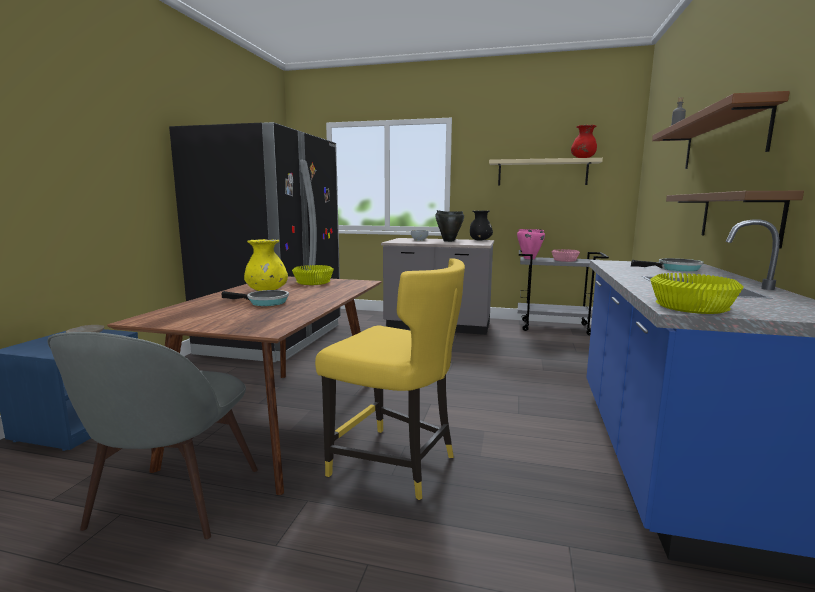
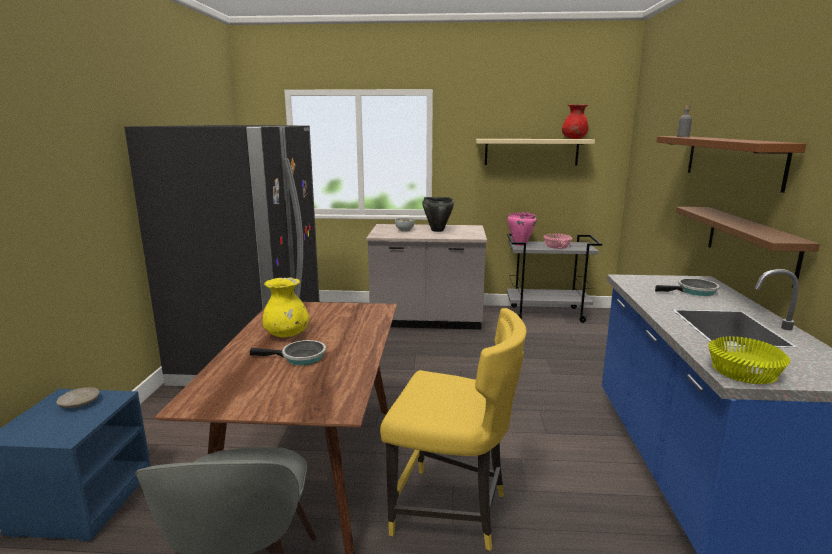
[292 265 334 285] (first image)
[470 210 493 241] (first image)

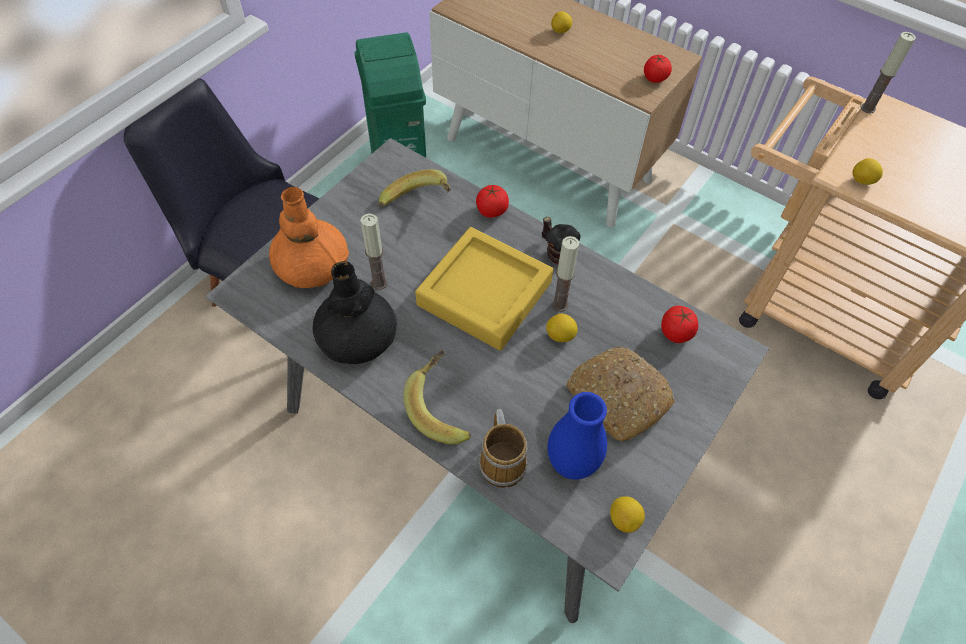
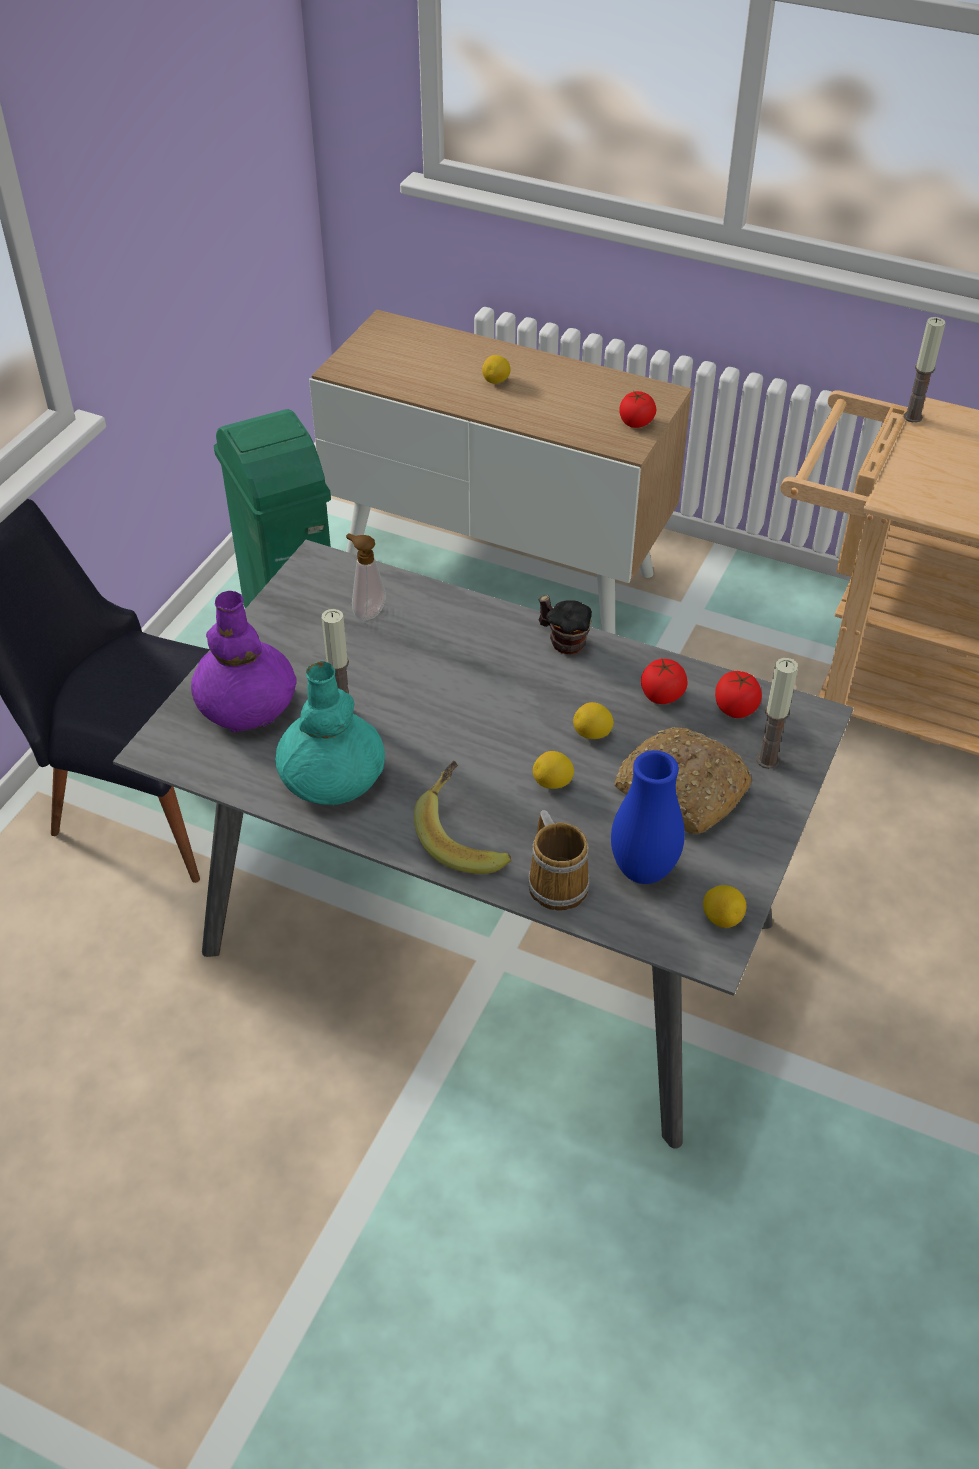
[415 227 553 351] (first image)
[641 659 687 704]
[756 658 798 769]
[533 751 574 789]
[346 533 386 621]
[191 591 297 732]
[275 661 385 806]

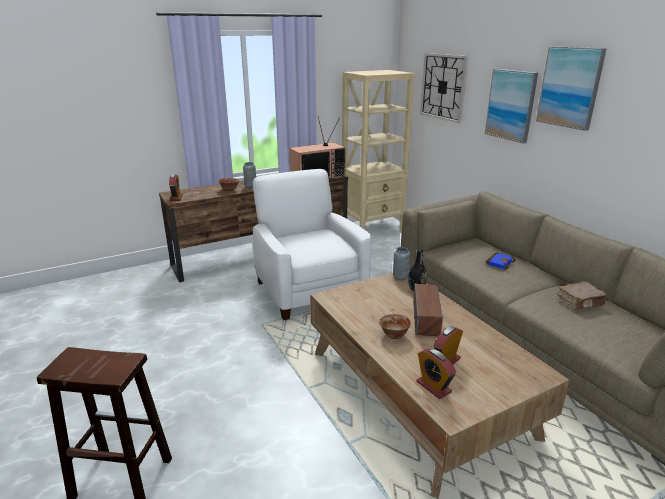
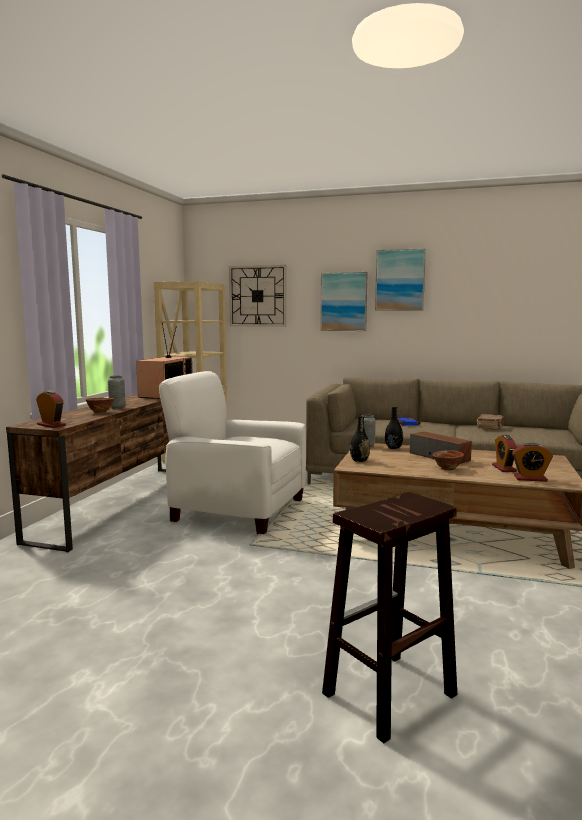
[350 416 370 462]

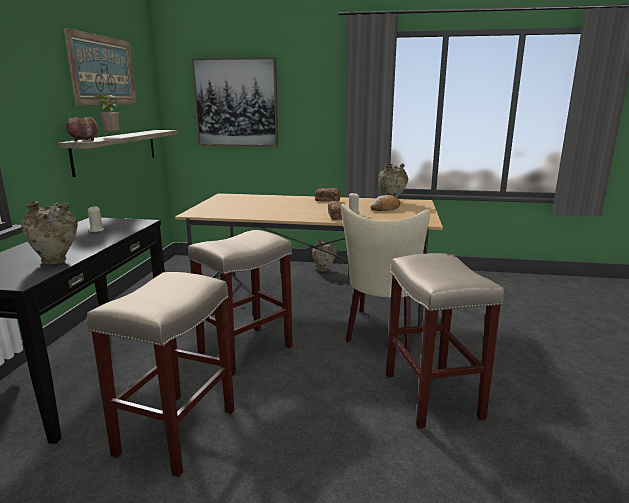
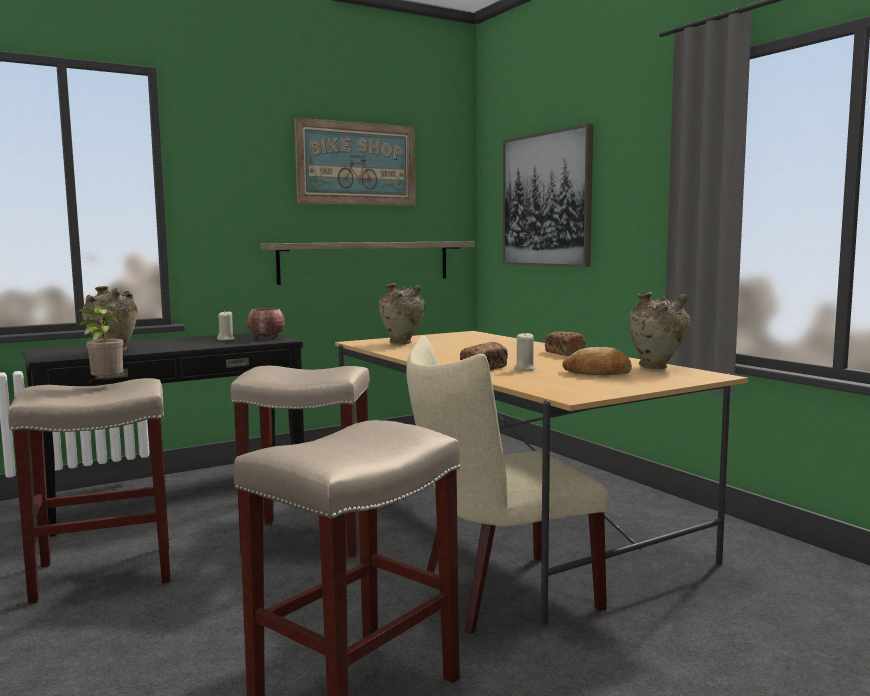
[247 308 285 339]
[77 307 124 383]
[379 283 426 344]

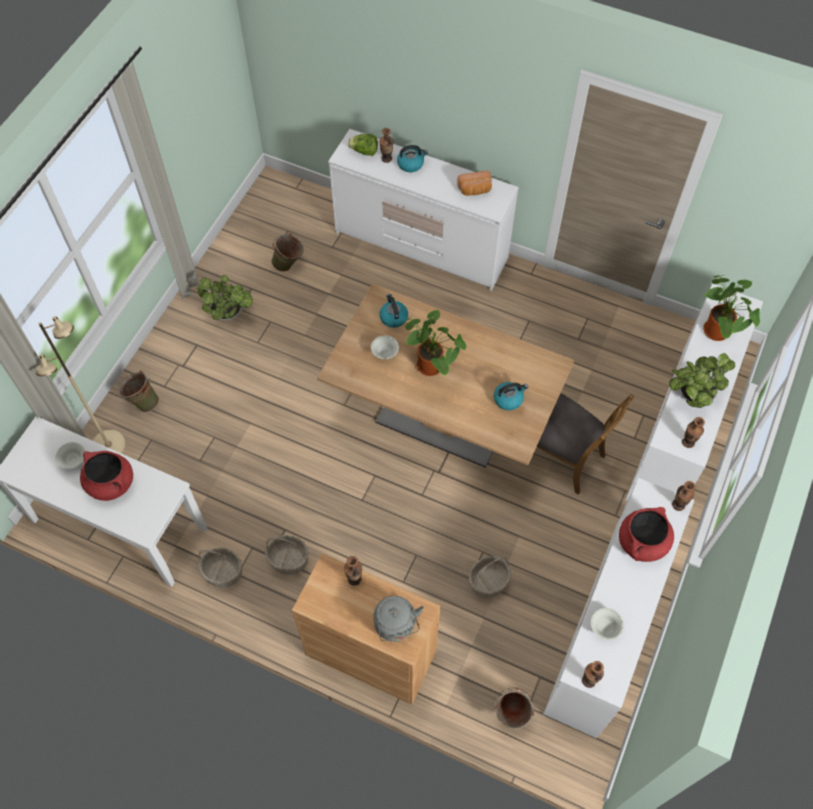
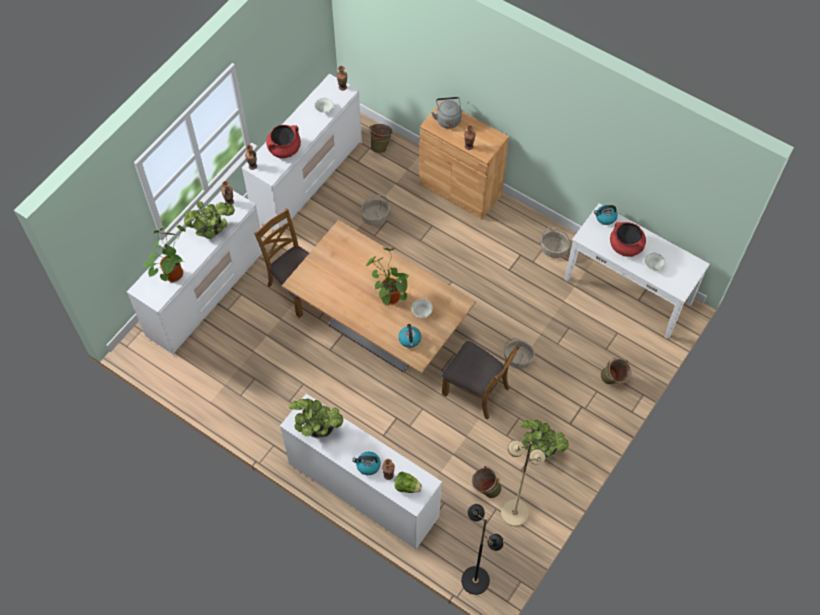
[442 341 521 420]
[461 504 504 595]
[501 440 546 526]
[504 338 535 369]
[594 205 618 225]
[289 399 343 439]

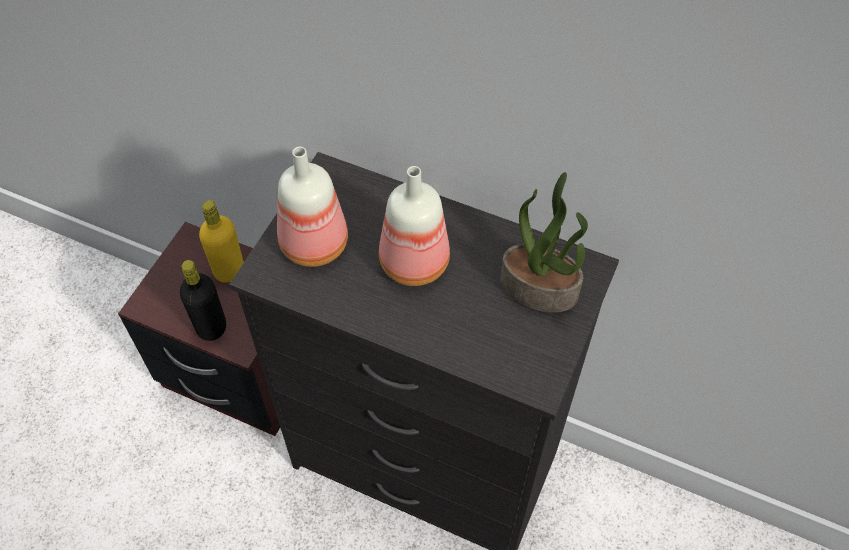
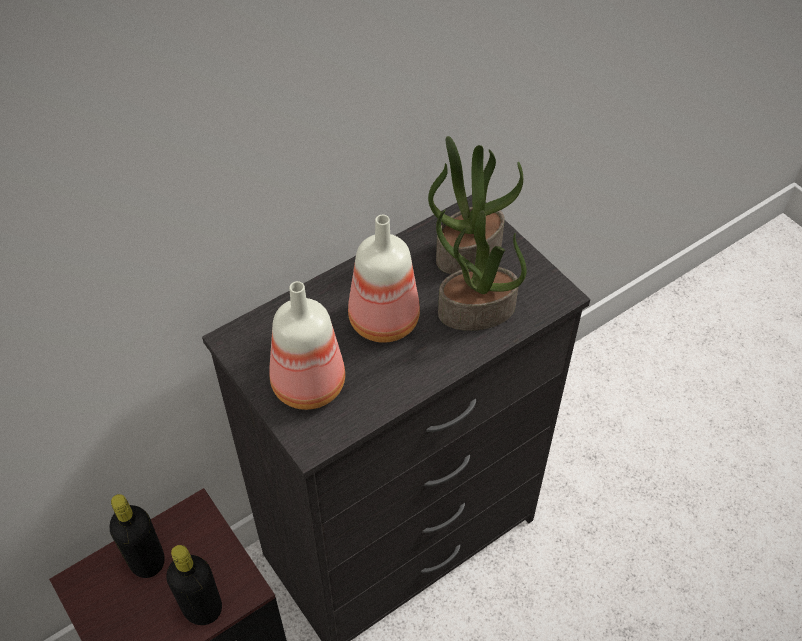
[436 209 527 331]
[110 494 165 578]

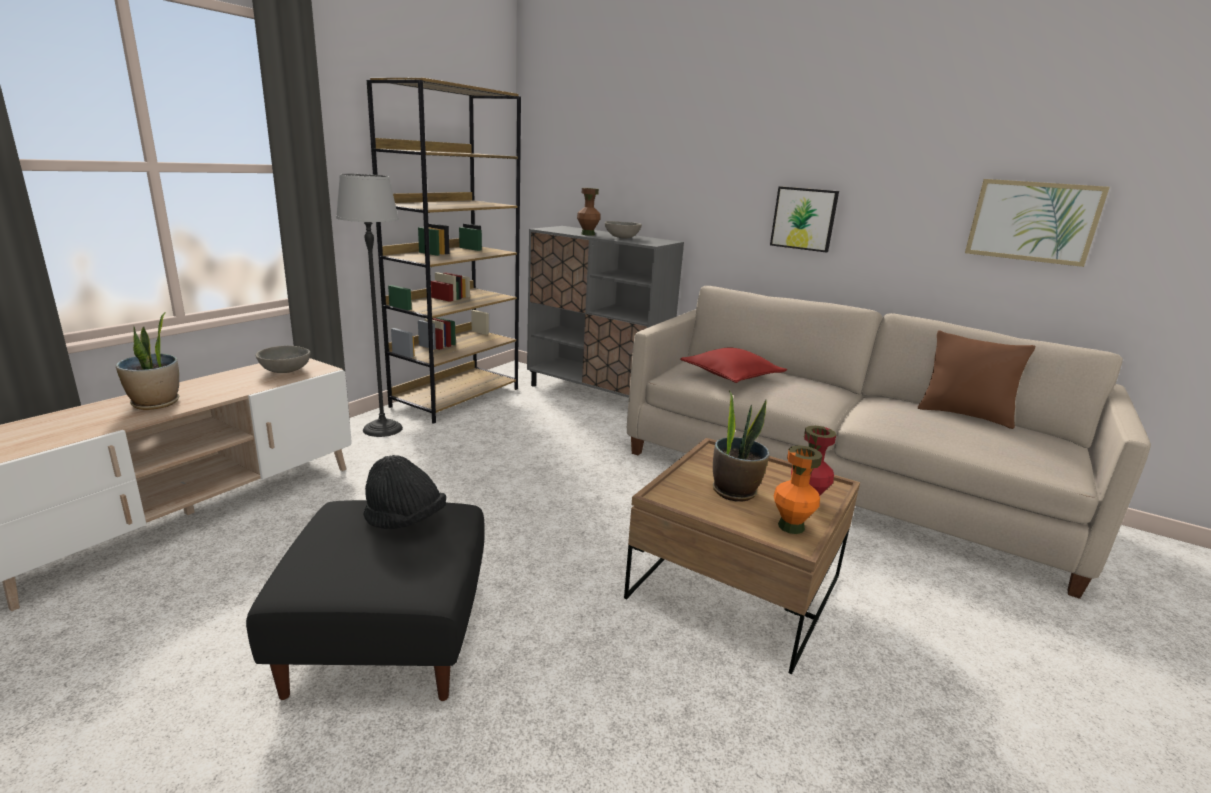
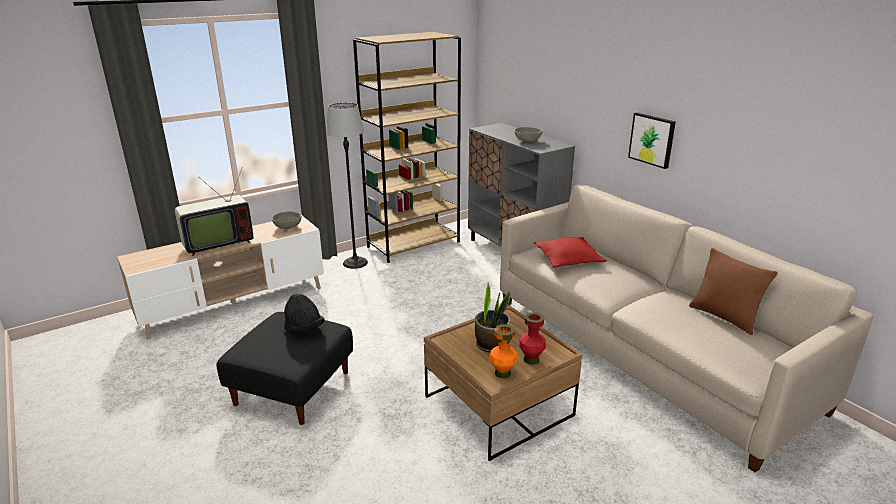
[577 188 601 236] (first image)
[965 179 1110 267] (first image)
[175 169 254 256]

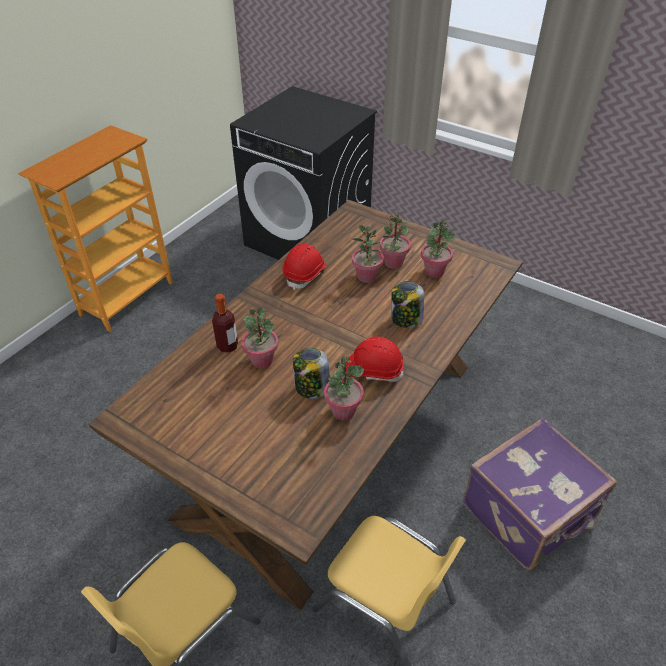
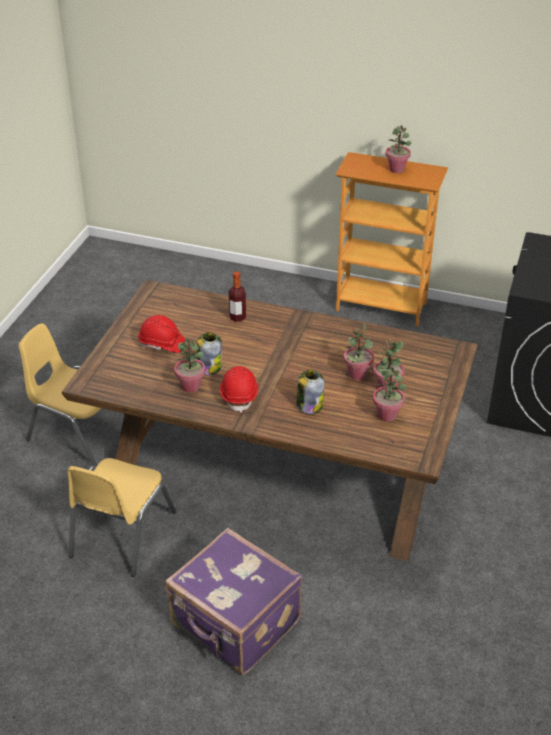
[385 125 412 173]
[138 315 185 353]

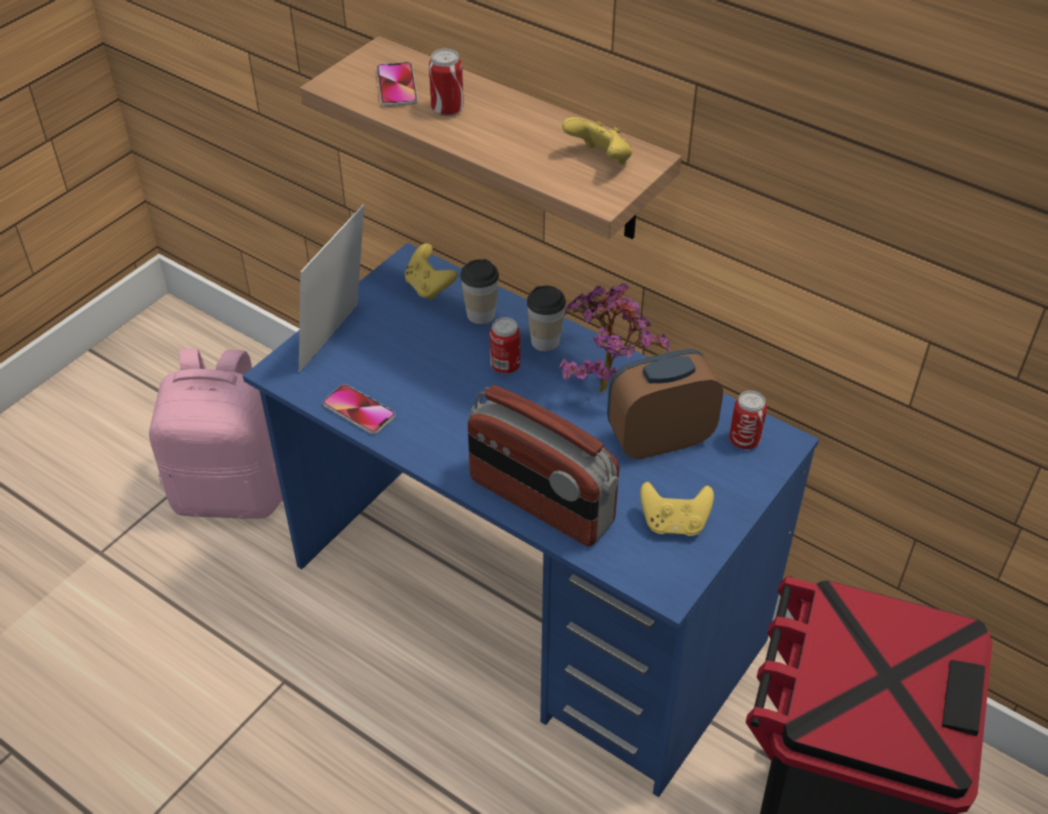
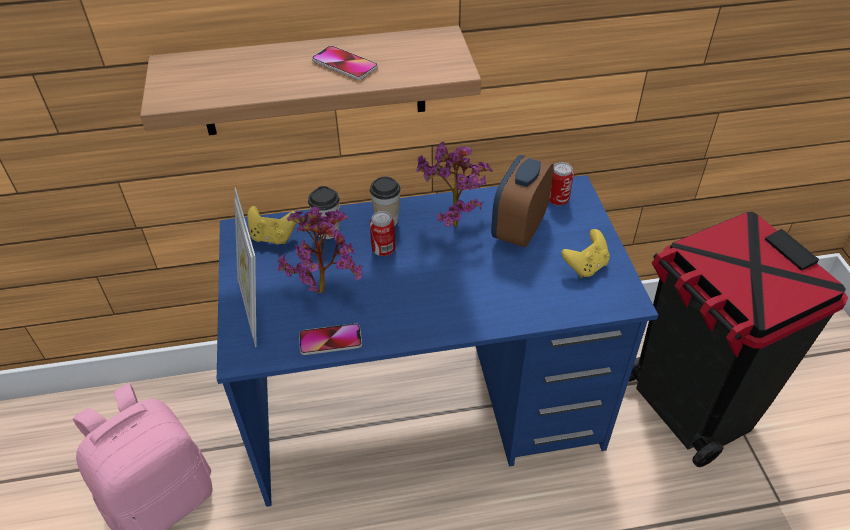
[429 49 464 116] (first image)
[468 385 620 546] (first image)
[562 117 633 164] (first image)
[277 207 364 294]
[312 46 378 80]

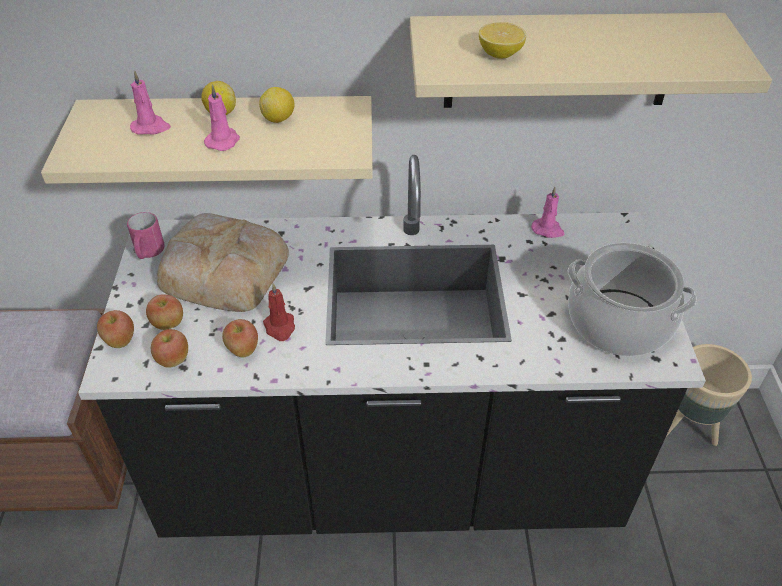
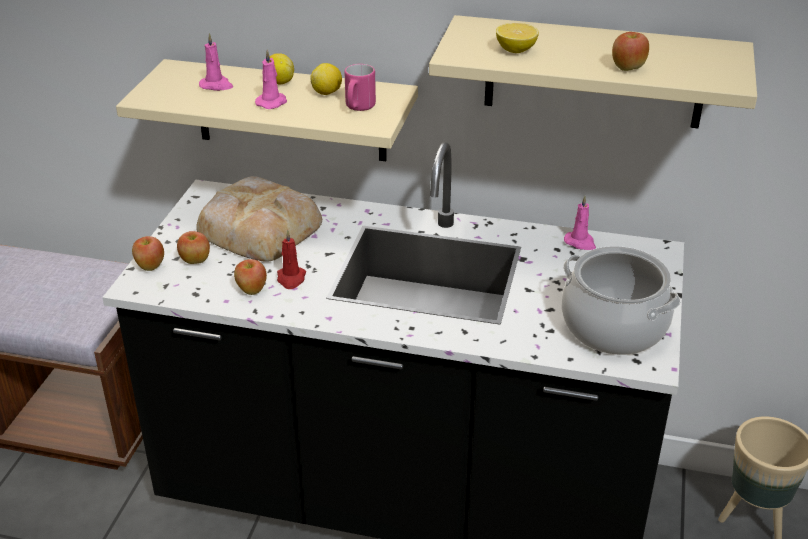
[344 64 376 111]
[612 32 649 71]

